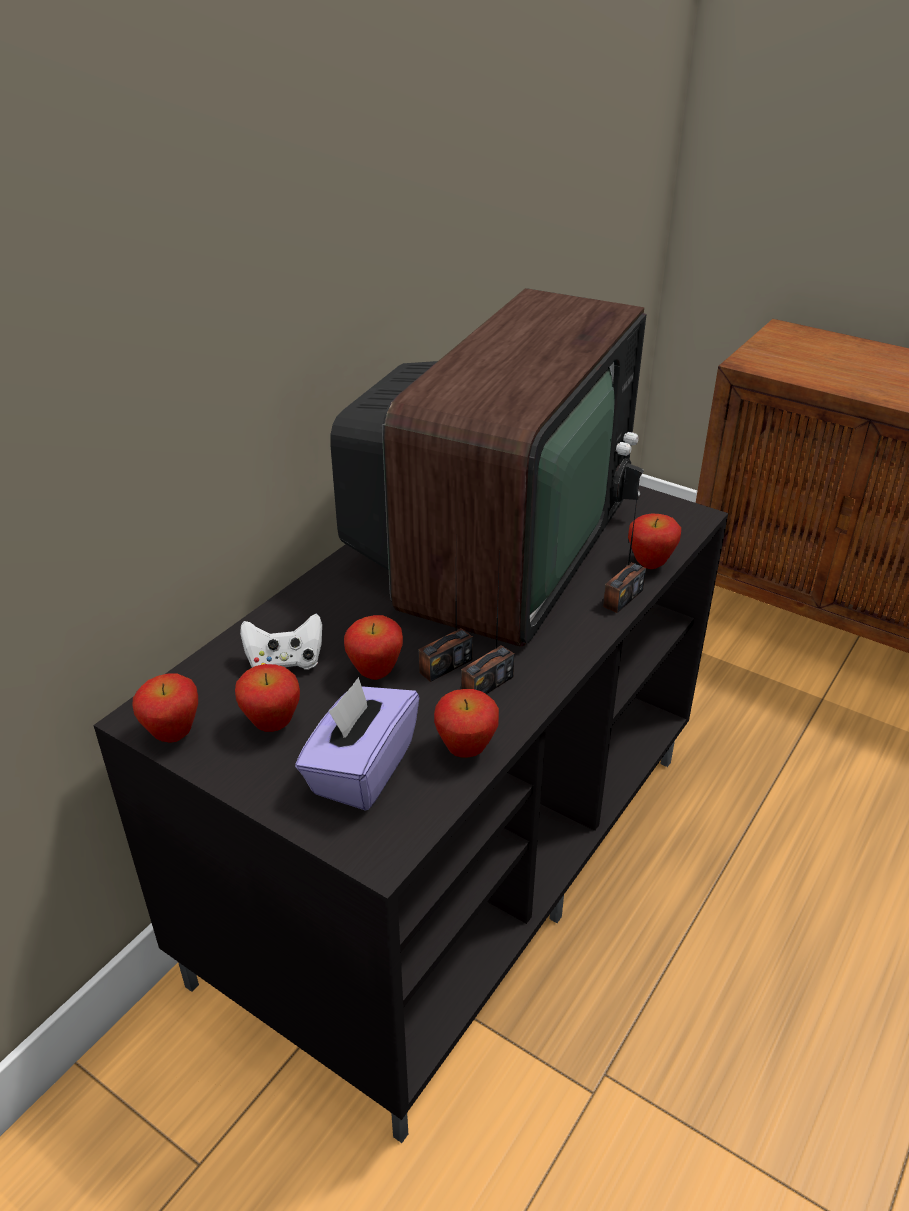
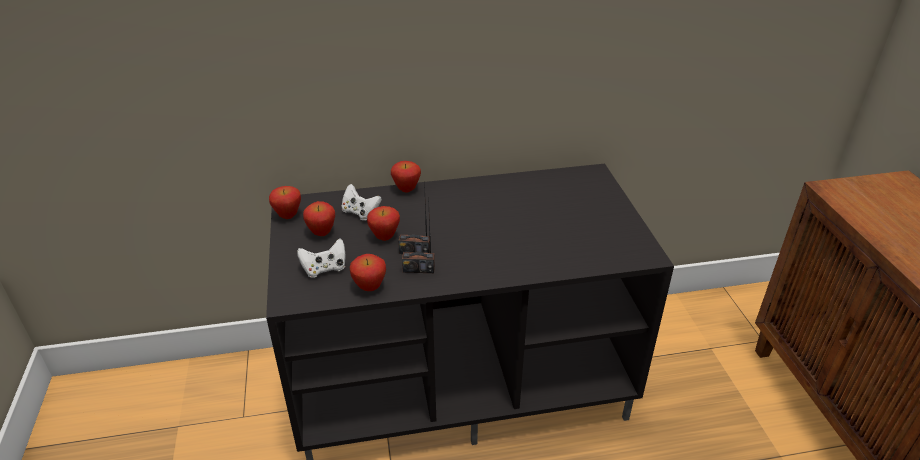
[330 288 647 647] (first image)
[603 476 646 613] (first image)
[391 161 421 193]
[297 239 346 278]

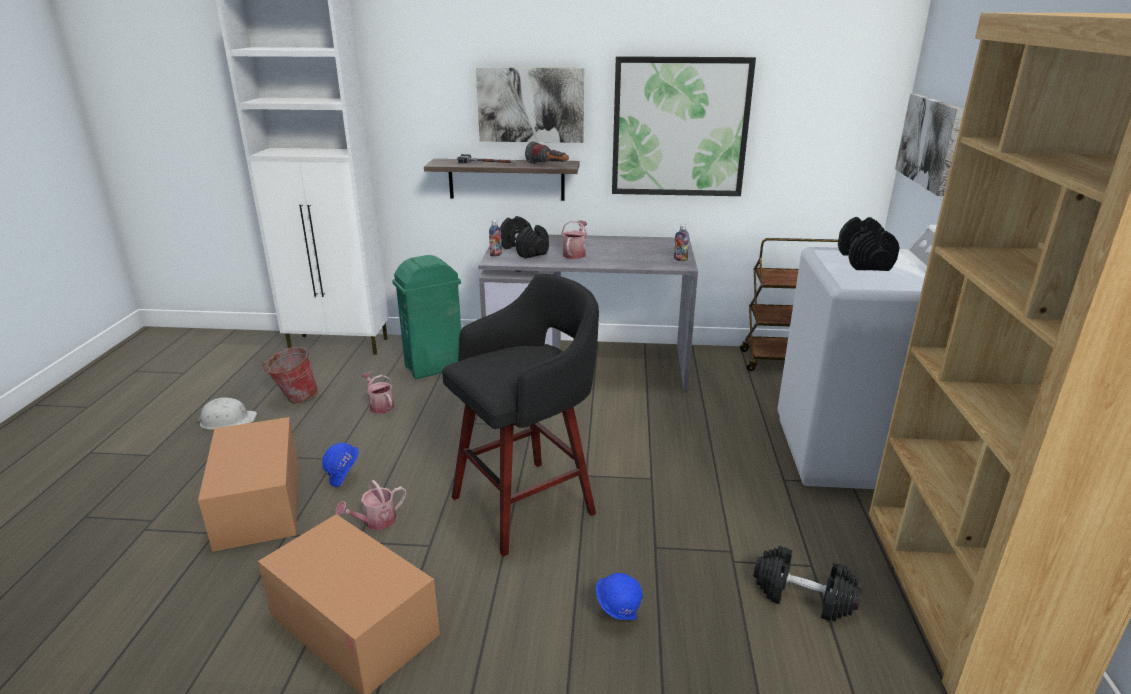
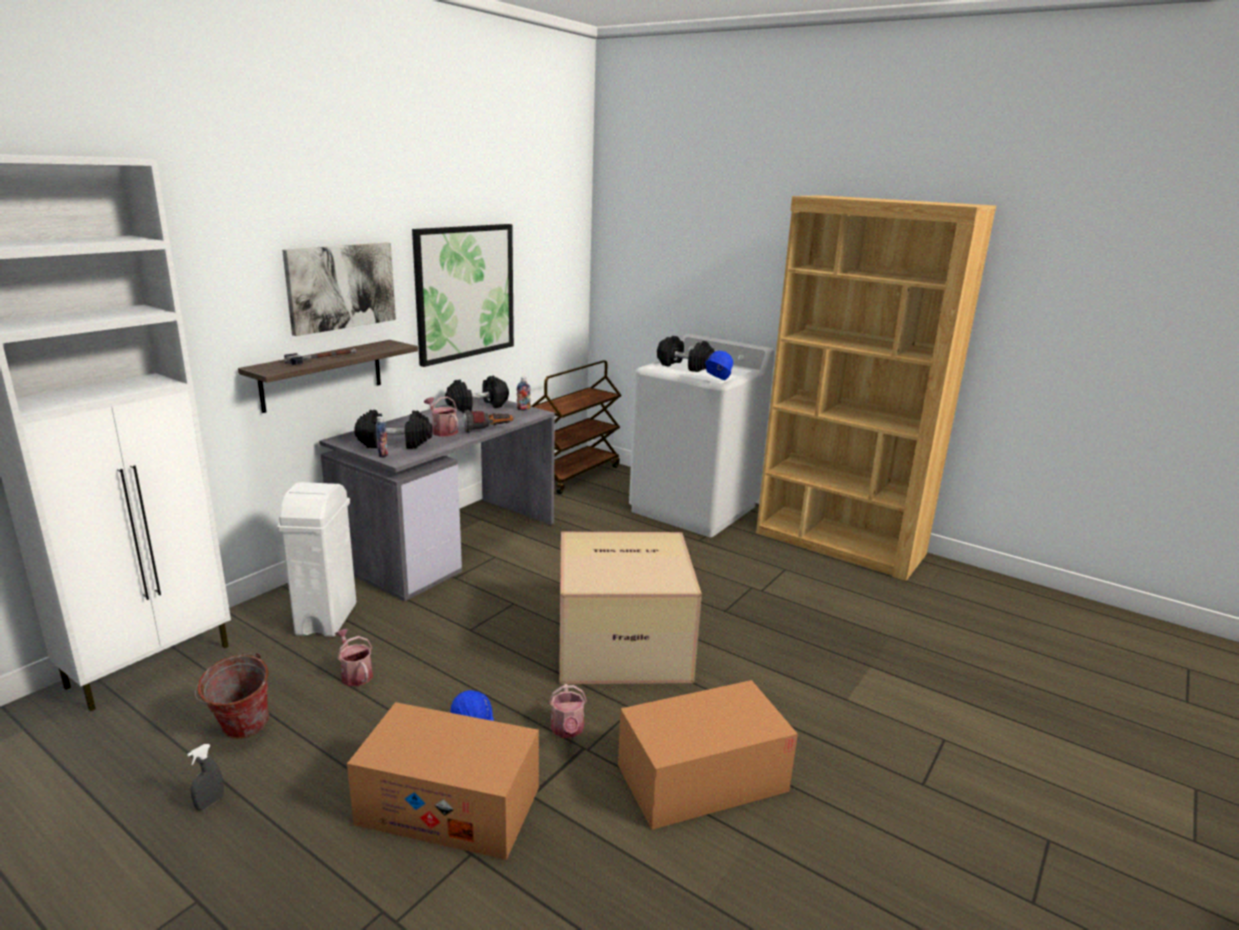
[895 93 964 196] (first image)
[462 410 513 433]
[705 351 733 380]
[445 375 509 412]
[187 744 224 811]
[559 532 702 684]
[277 482 356 637]
[335 629 373 686]

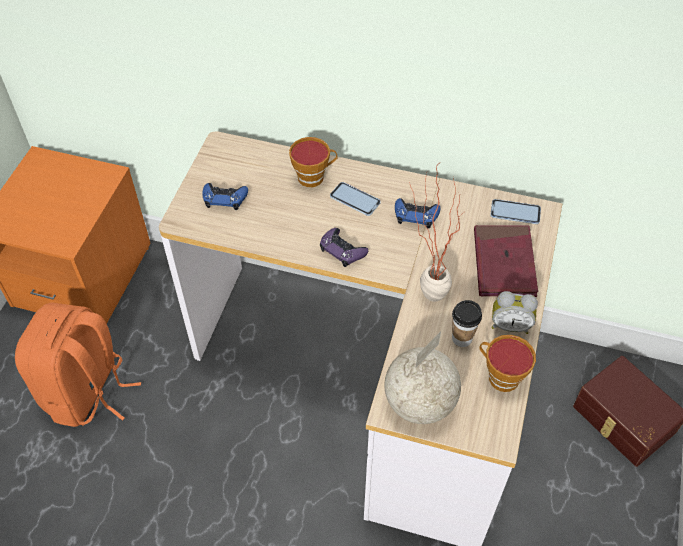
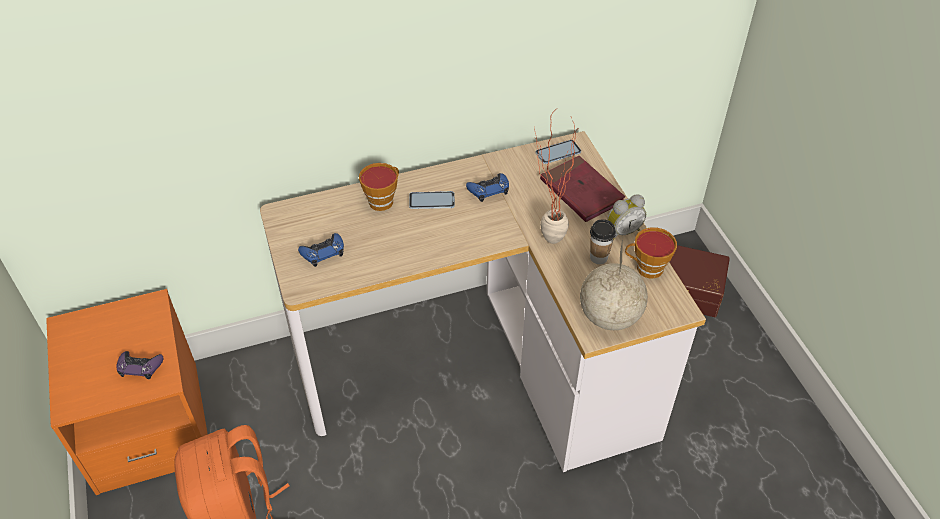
[116 351 163 379]

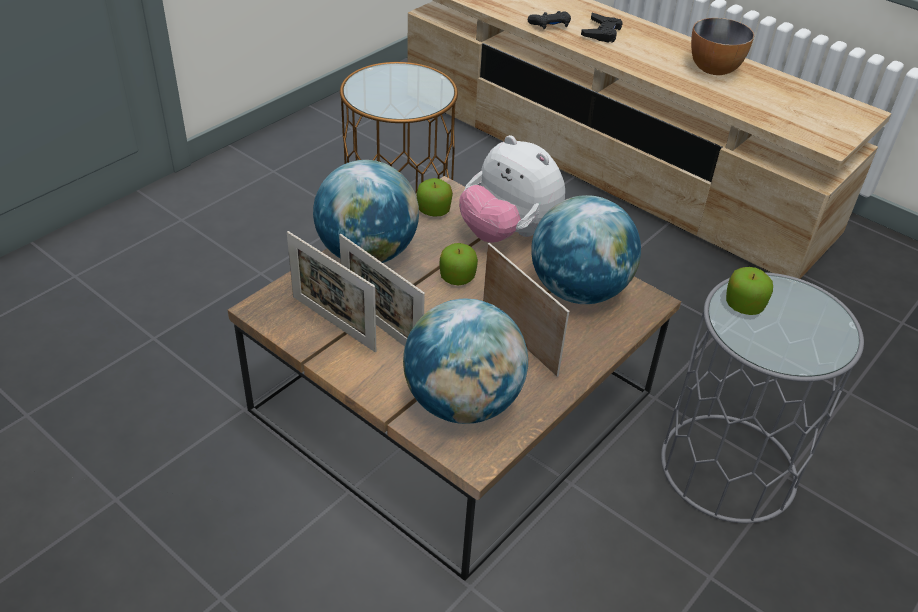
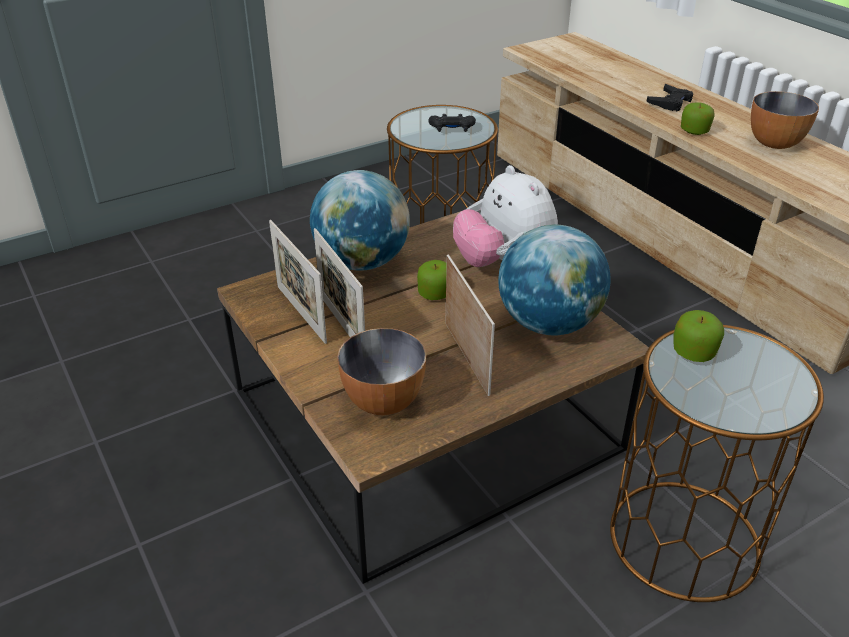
[681 102 715 135]
[428 114 476 132]
[337 328 426 415]
[610 325 824 602]

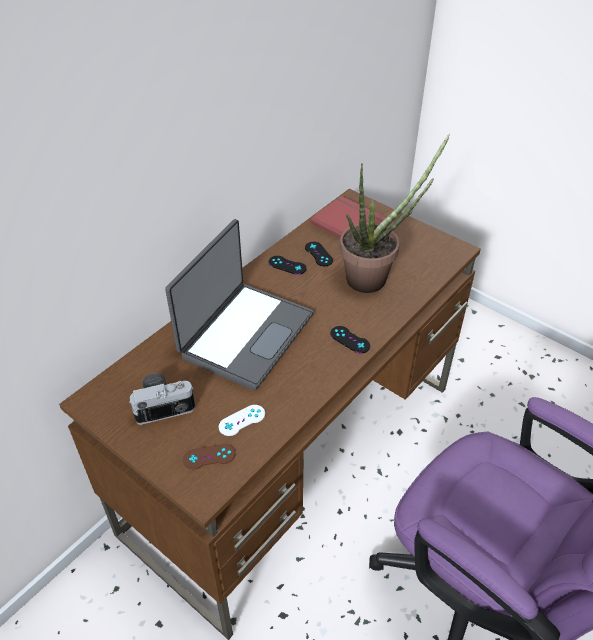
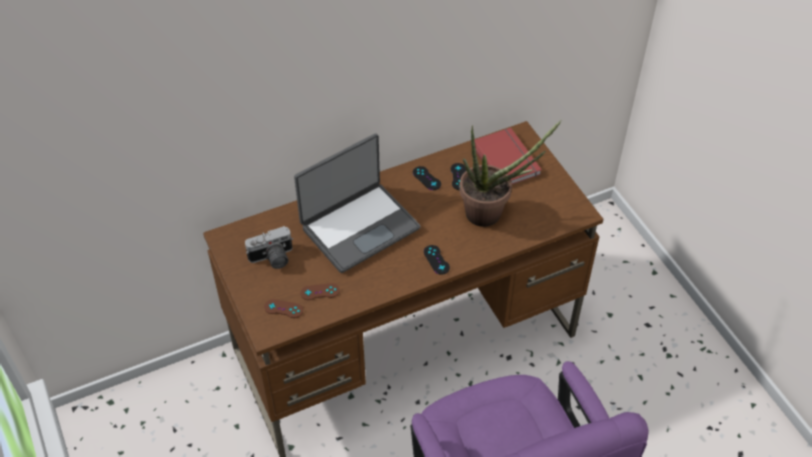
[300 283 340 300]
[245 226 293 269]

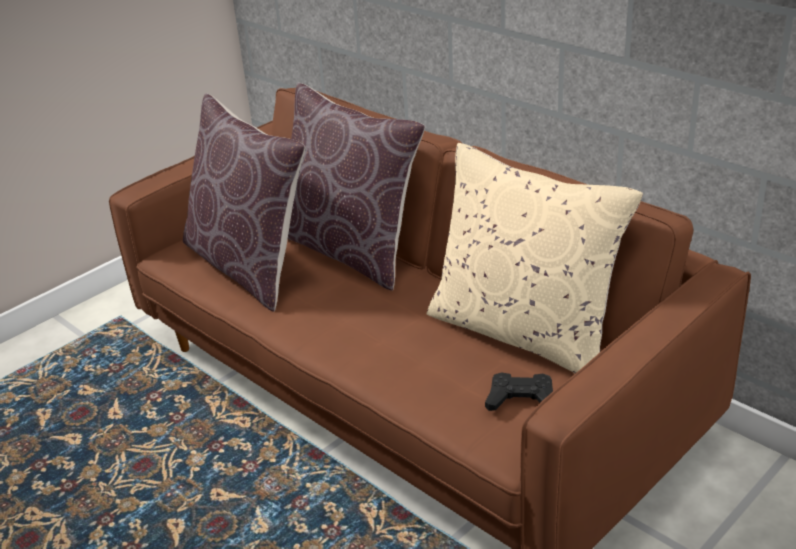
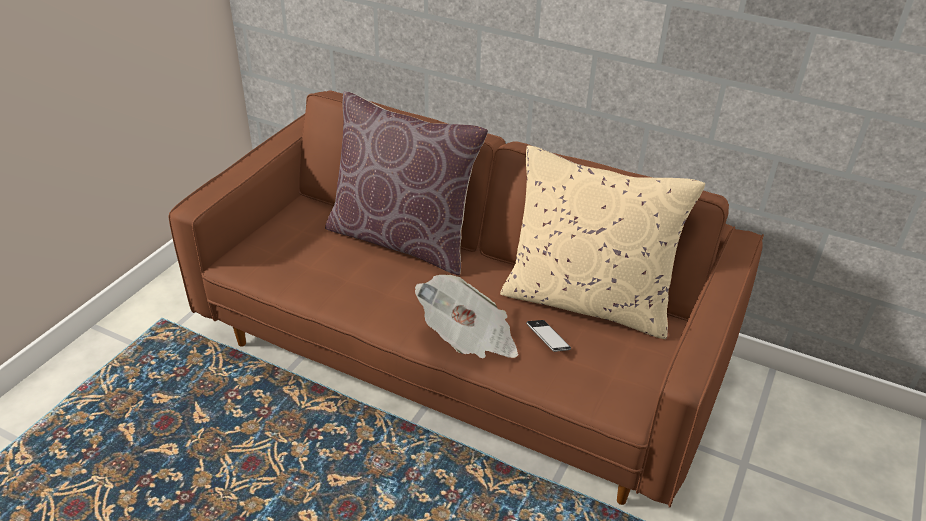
[183 93 306 312] (first image)
[485 372 553 411] (first image)
[415 275 519 359]
[526 320 571 352]

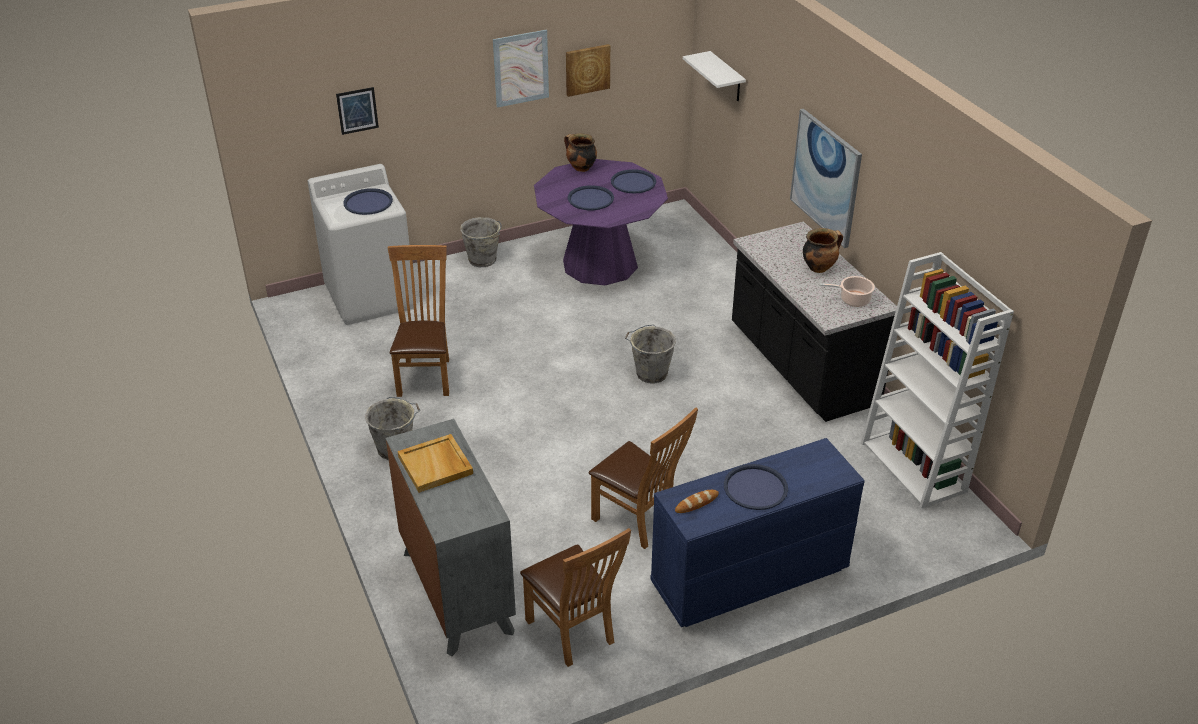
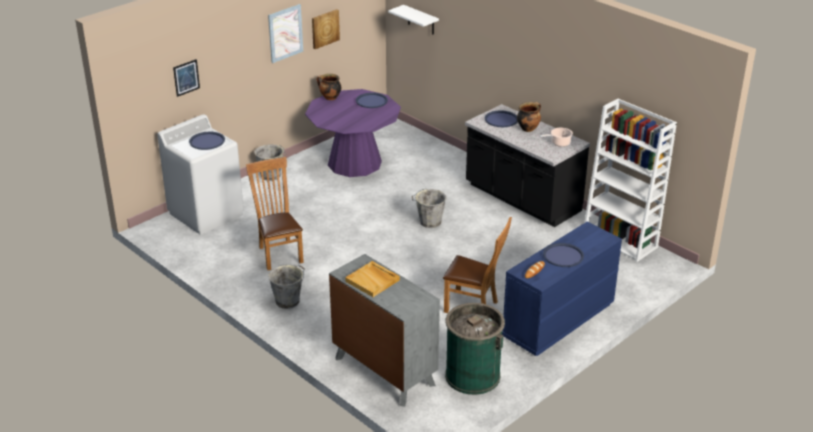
[790 109 862 248] (first image)
[485 110 518 127]
[445 303 505 395]

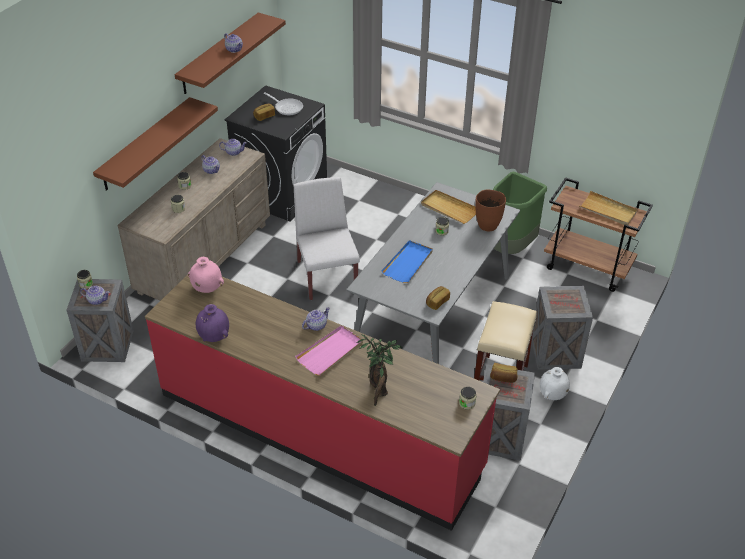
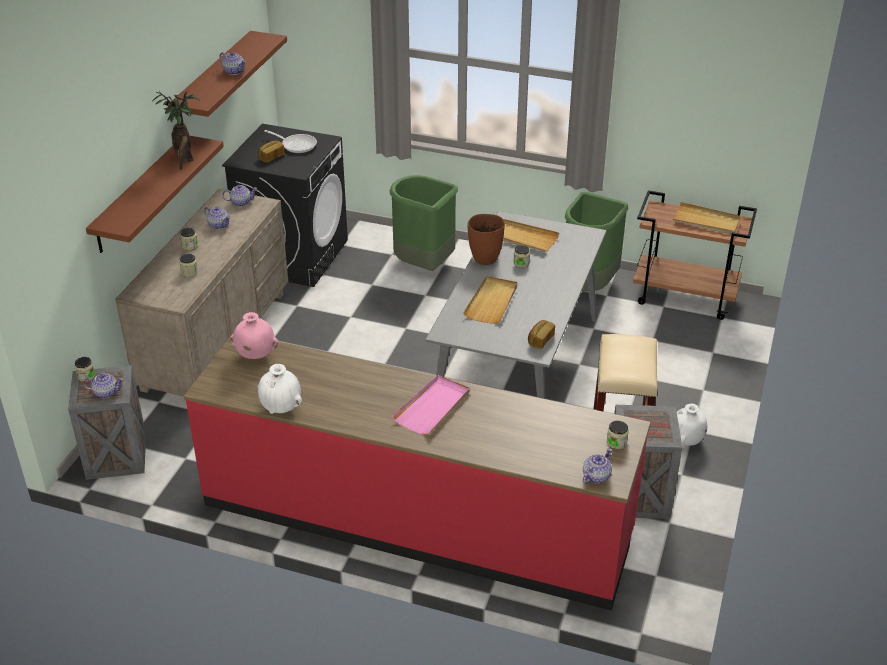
[294 177 360 300] (first image)
[490 363 517 383] (first image)
[532 286 593 370] (first image)
[390 175 458 271]
[583 449 612 484]
[153 91 200 170]
[467 214 505 265]
[258 364 302 414]
[463 276 517 324]

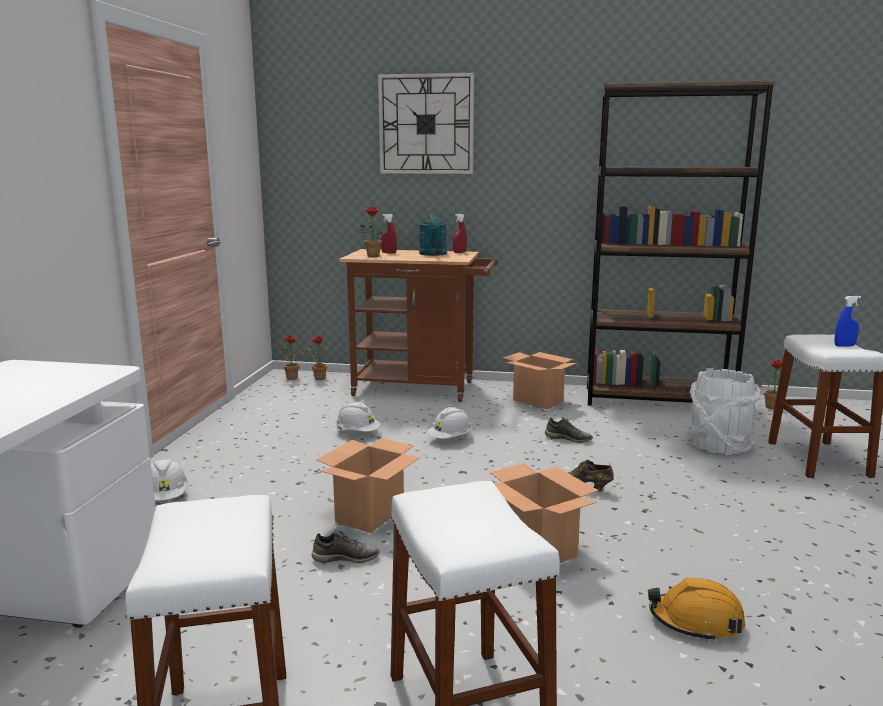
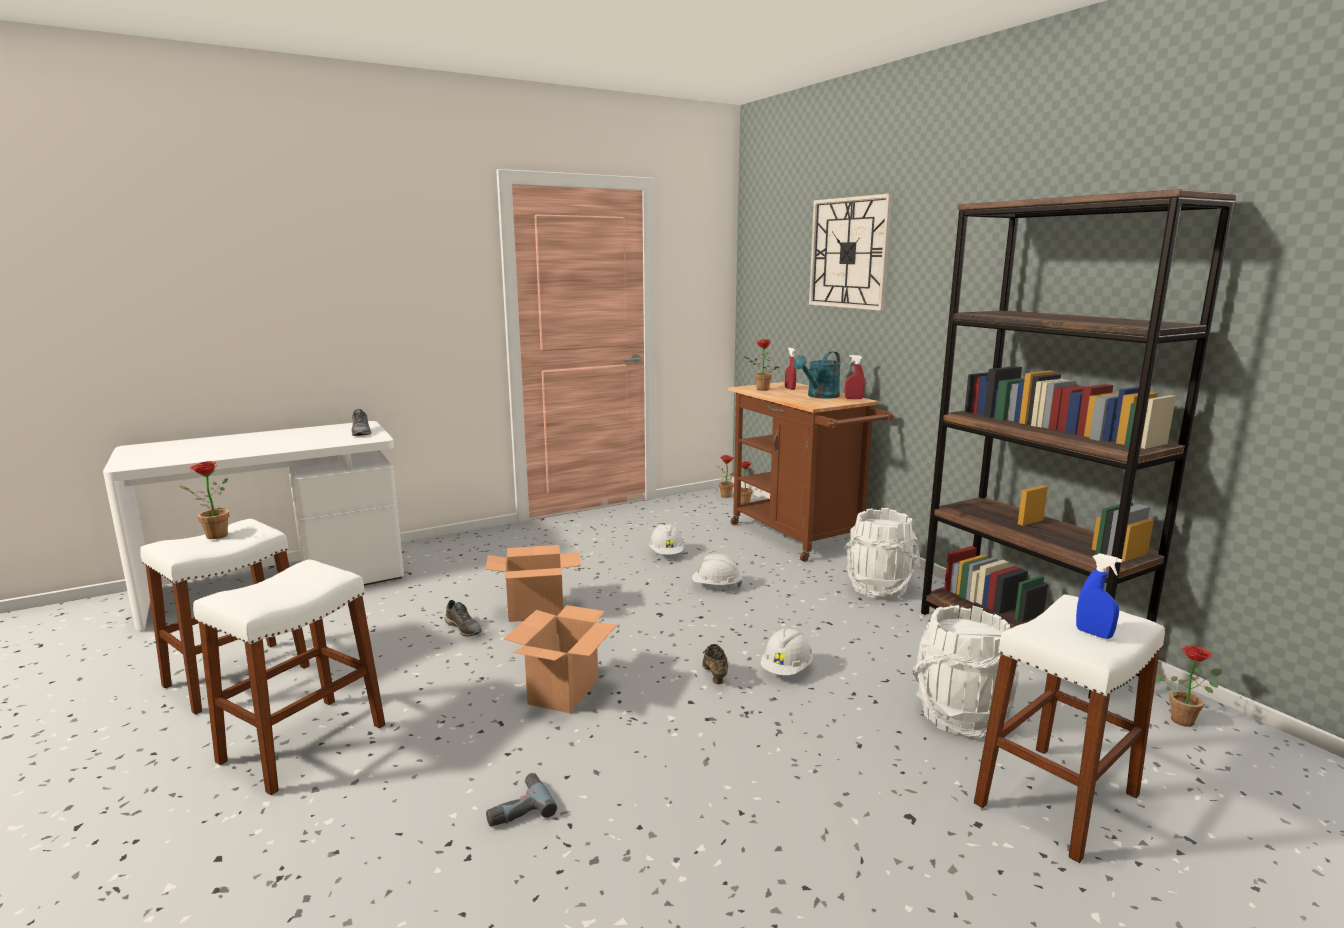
[179 461 229 539]
[760 627 813 675]
[352 409 371 436]
[845 508 920 599]
[486 773 557 827]

